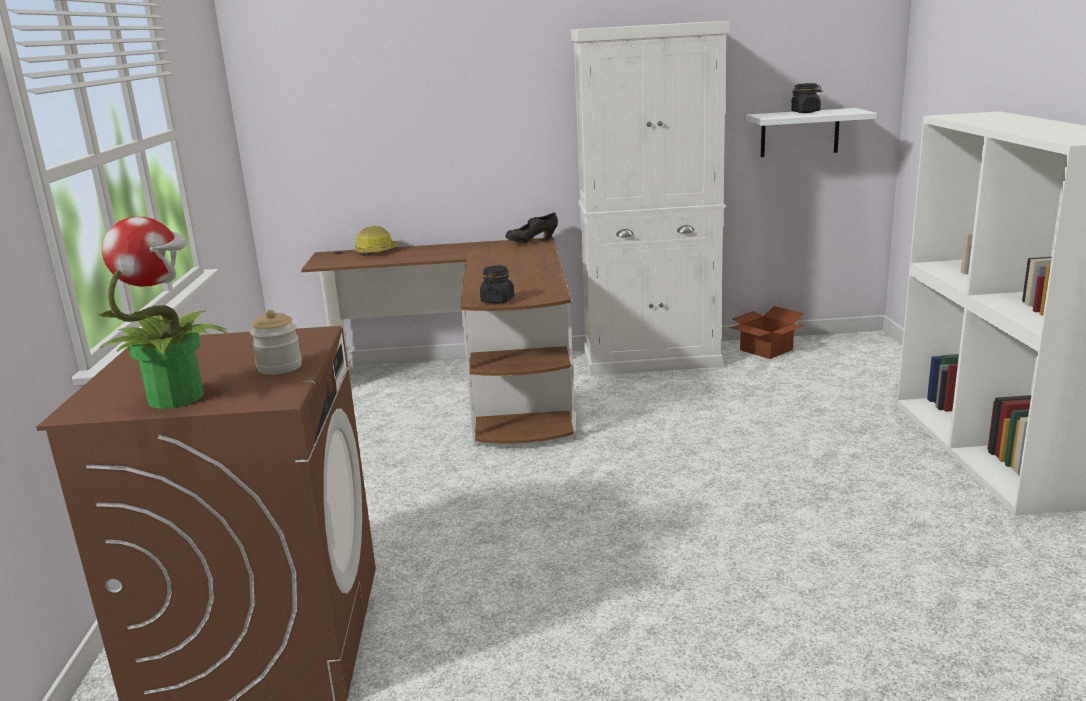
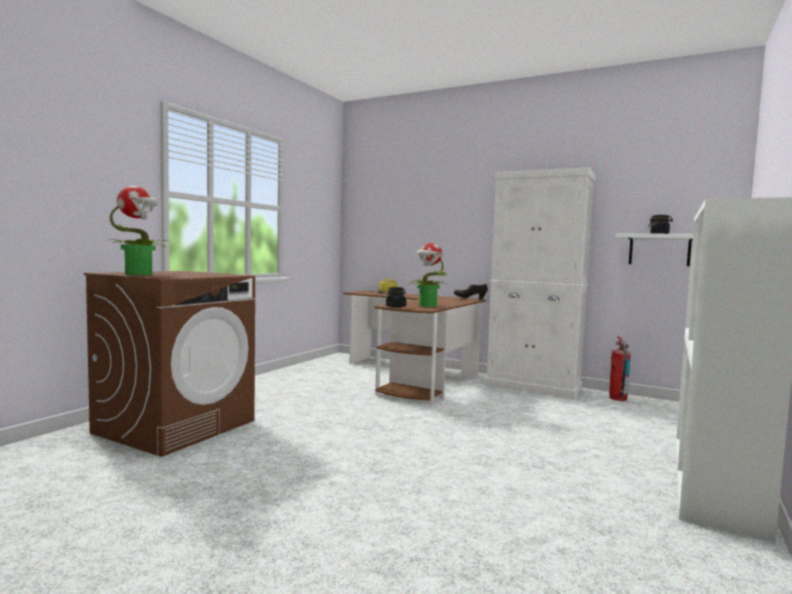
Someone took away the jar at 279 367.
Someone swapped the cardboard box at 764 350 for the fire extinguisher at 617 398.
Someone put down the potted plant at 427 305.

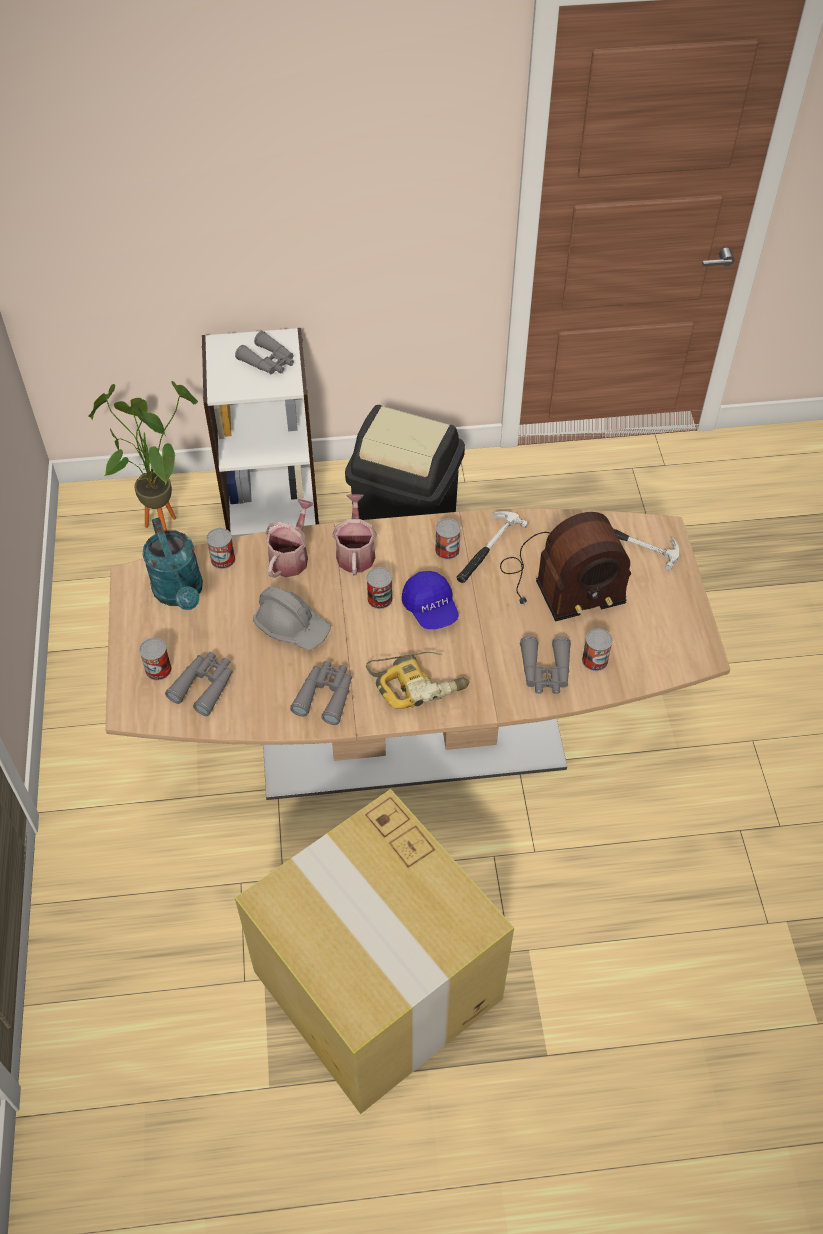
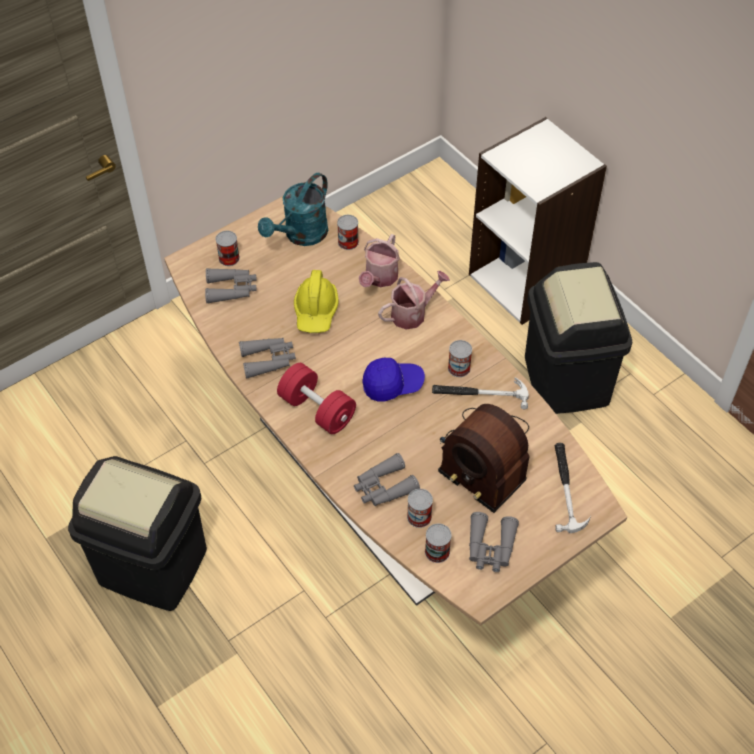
Someone took away the potted plant at 162 521.
Someone carried the binoculars (grey) from 269 362 to 490 548.
Someone swapped the cardboard box at 379 987 for the trash can (black) at 152 567.
Someone repainted the hard hat (grey) at 292 627, which became the hard hat (yellow) at 316 311.
Someone rotated the watering can at 291 557 by 120 degrees clockwise.
Someone carried the can from 380 599 to 437 551.
Someone swapped the power drill at 418 682 for the dumbbell (red) at 317 409.
Someone rotated the cap (blue) at 430 609 by 135 degrees counterclockwise.

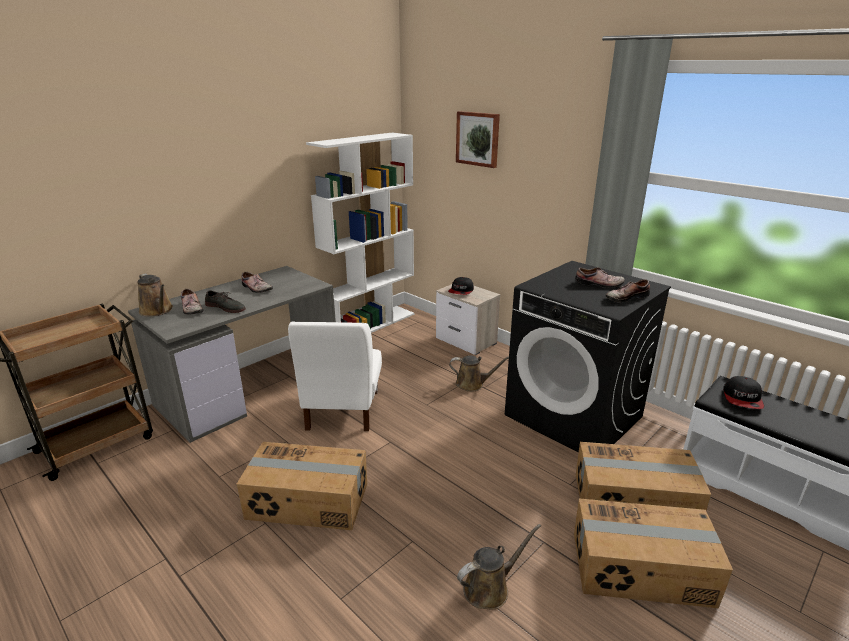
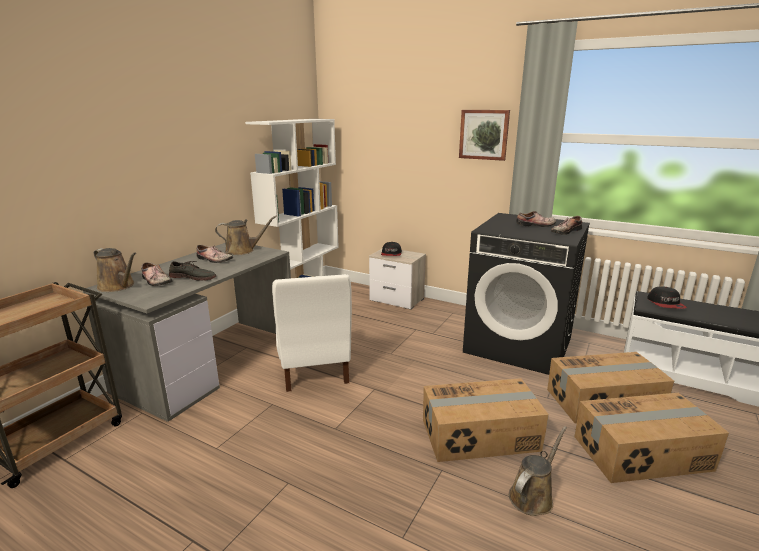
Someone carried the cardboard box from 307 501 to 480 435.
Someone carried the watering can (brown) from 472 384 to 243 251.
Someone carried the picture from 478 139 to 484 134.

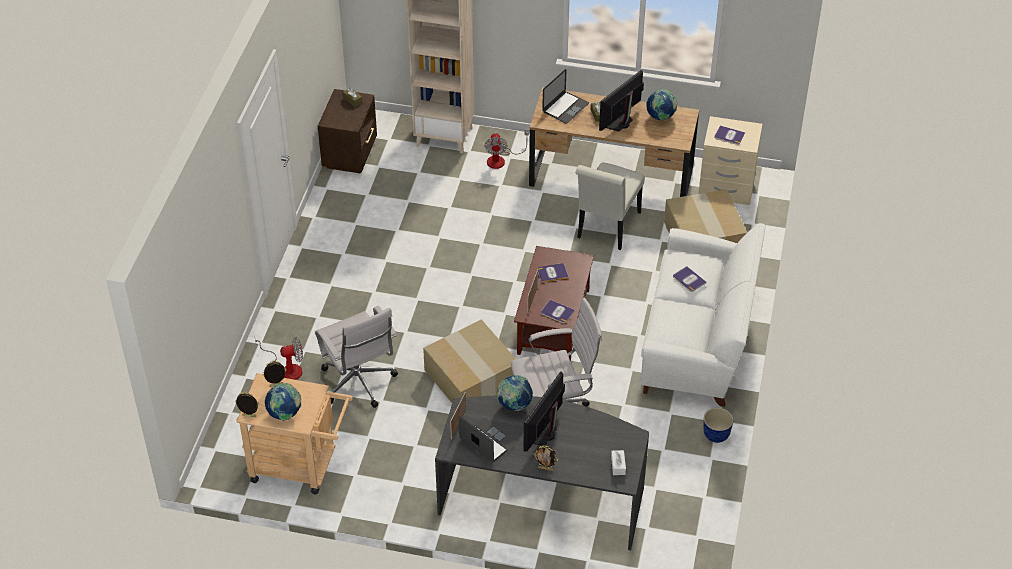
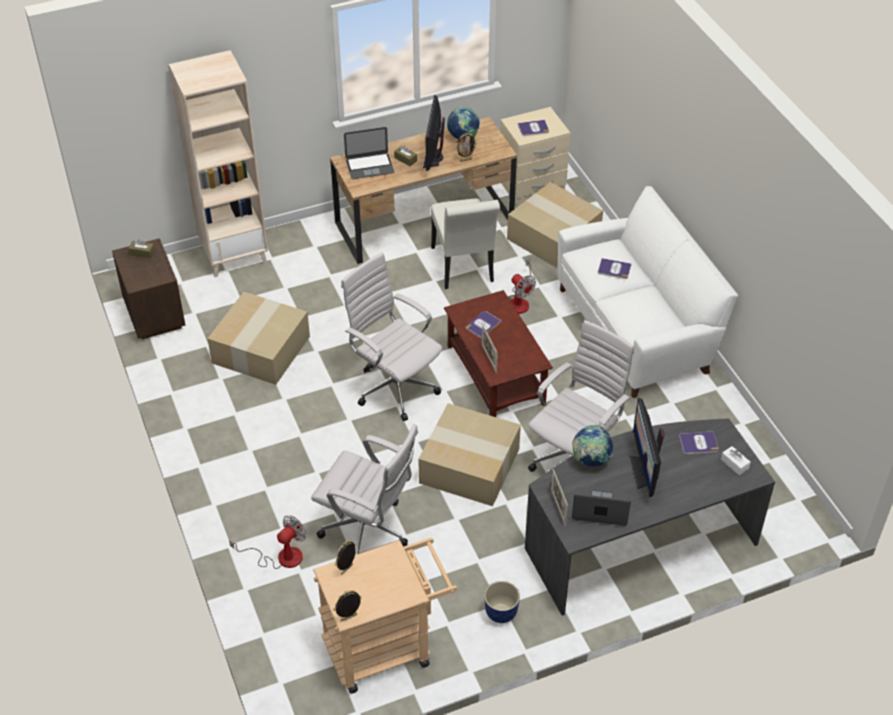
Someone took away the globe at 285 414.
Someone carried the fan from 501 159 to 520 300.
Someone carried the picture frame from 545 469 to 465 160.
Someone carried the book from 557 312 to 698 443.
Someone rotated the laptop at 565 107 by 75 degrees clockwise.
Someone carried the planter from 716 436 to 501 613.
Someone put down the cardboard box at 260 348.
Someone put down the office chair (white) at 394 387.

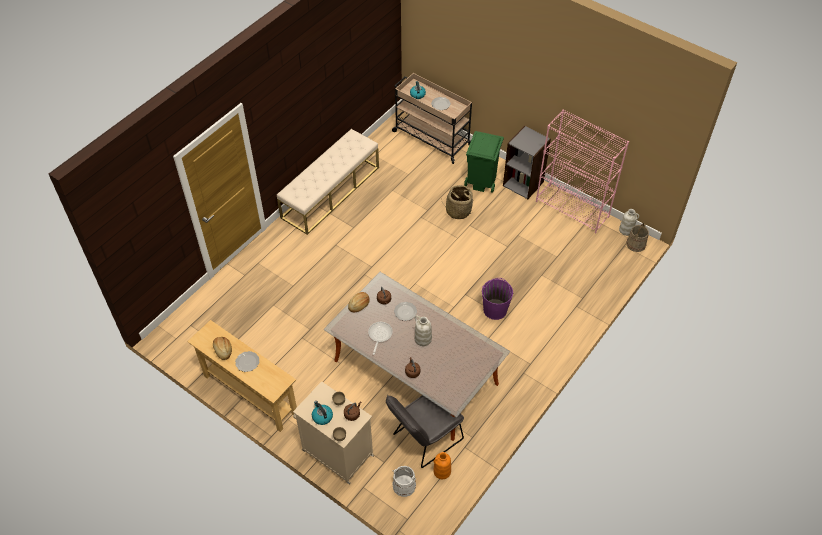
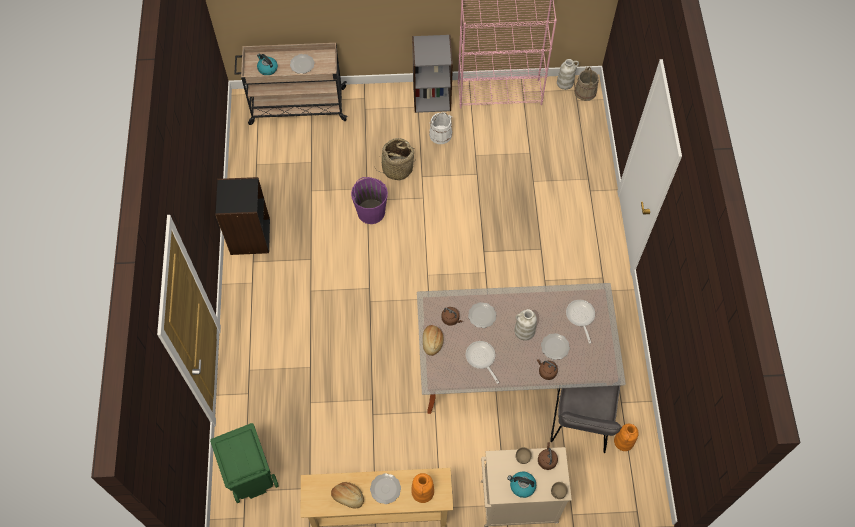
Someone swapped the bench (beige) at 330 192 for the bookcase (black) at 249 236.
Someone carried the bucket (white) from 404 485 to 440 134.
Someone carried the trash can (green) from 481 181 to 252 477.
Someone carried the bucket (purple) from 495 309 to 371 212.
Someone put down the vase (orange) at 423 492.
Someone put down the plate at 555 347.
Someone put down the frying pan at 580 317.

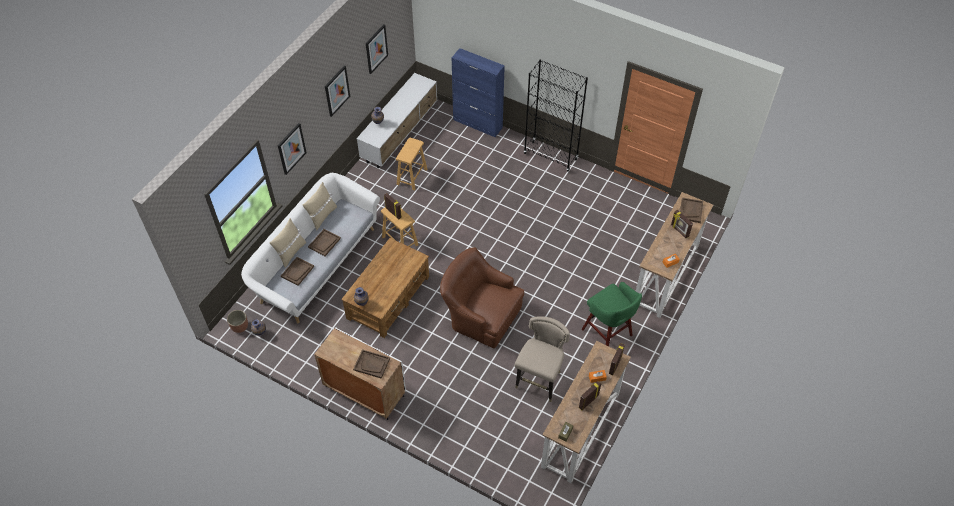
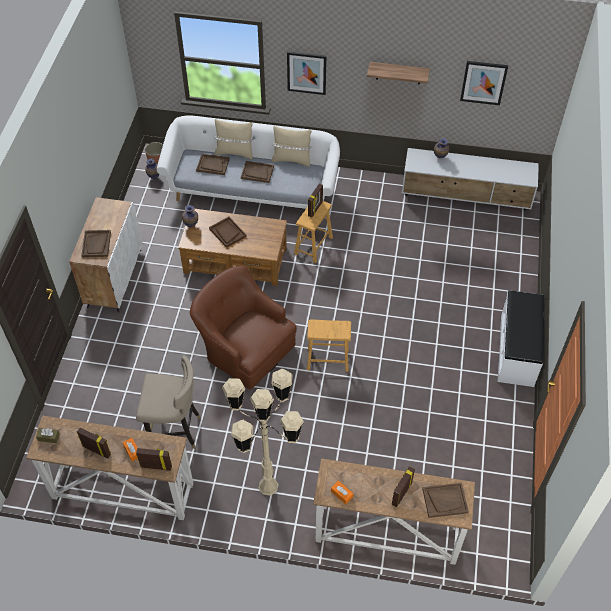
Someone swapped the picture at 337 91 for the shelf at 398 73.
Someone carried the stool (brown) from 412 177 to 328 359.
Someone rotated the armchair (brown) at 480 315 by 60 degrees counterclockwise.
Someone took away the cabinet (blue) at 478 124.
Someone swapped the bookcase (black) at 550 156 for the bench (white) at 517 350.
Someone swapped the stool (green) at 608 333 for the floor lamp (beige) at 267 486.
Someone put down the tray (brown) at 227 232.

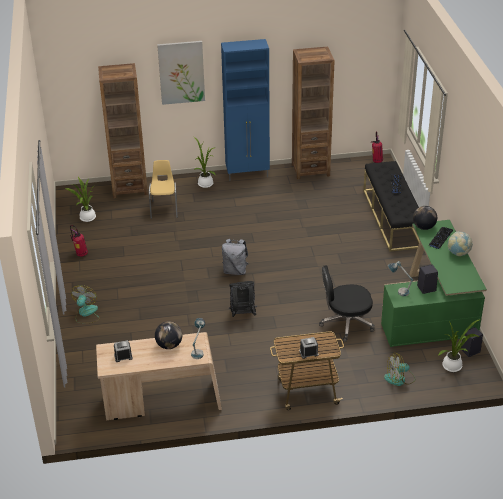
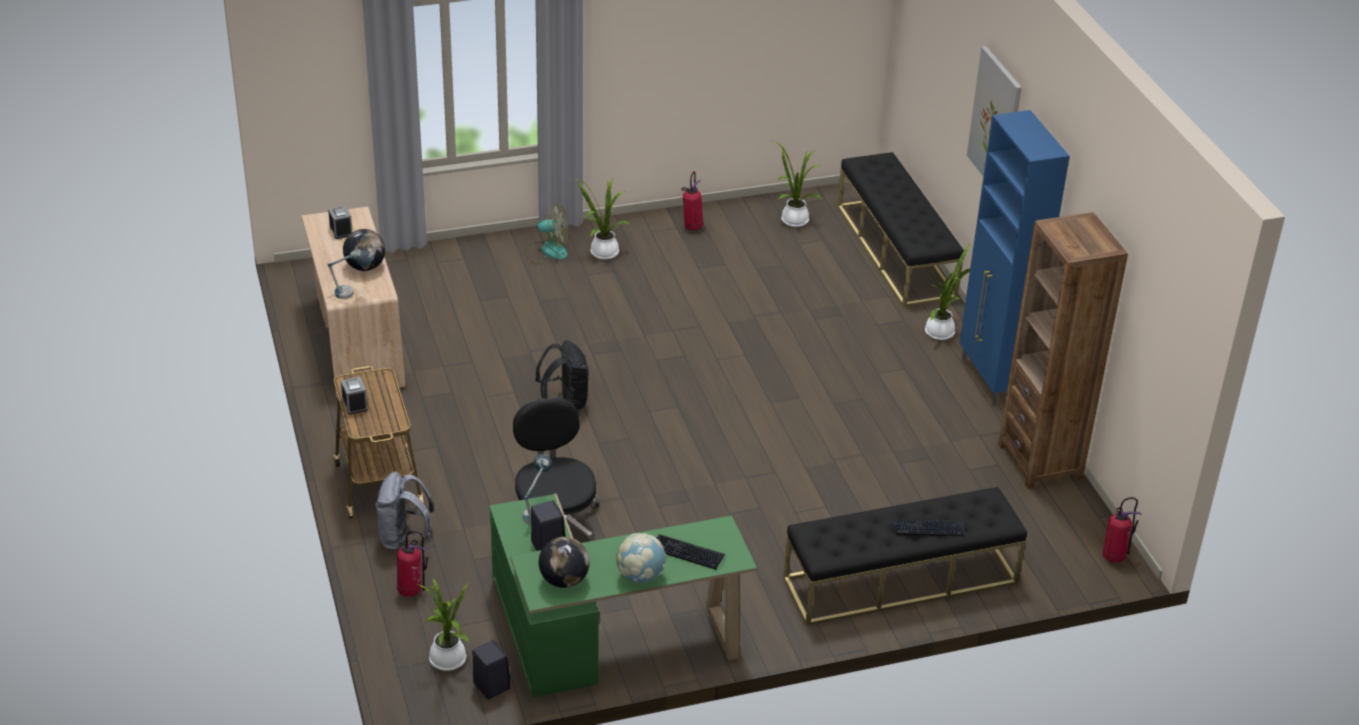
Someone swapped the bookcase (brown) at 129 188 for the bench (black) at 895 251.
Someone took away the chair (yellow) at 164 209.
Someone carried the backpack (grey) from 235 271 to 404 539.
Someone swapped the fan at 399 379 for the fire extinguisher at 411 590.
Someone carried the globe from 424 227 to 564 580.
Someone put down the potted plant at 602 252.

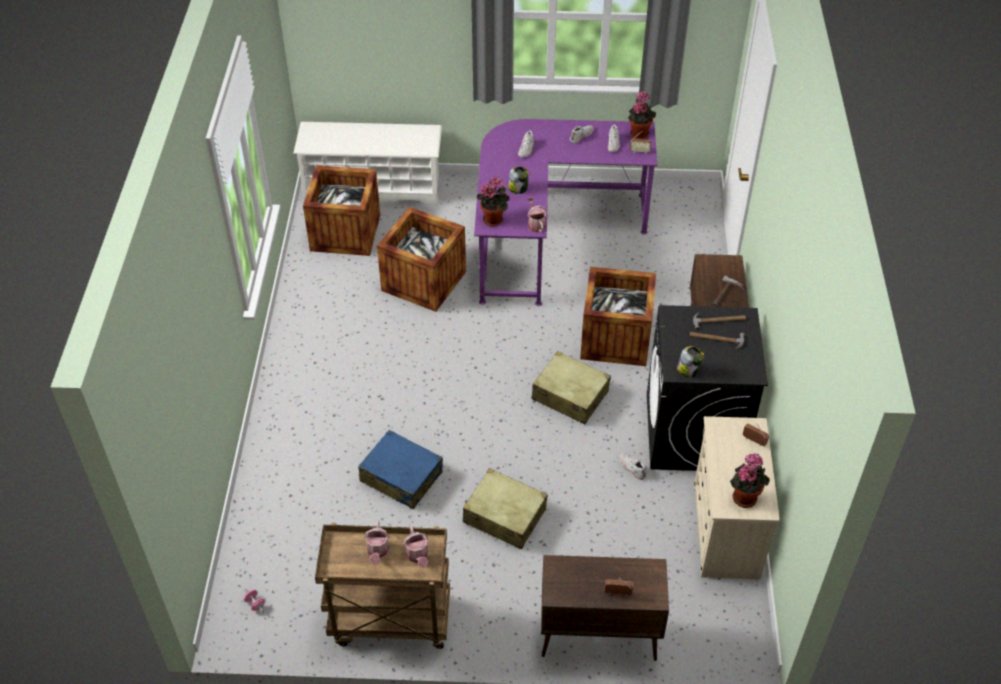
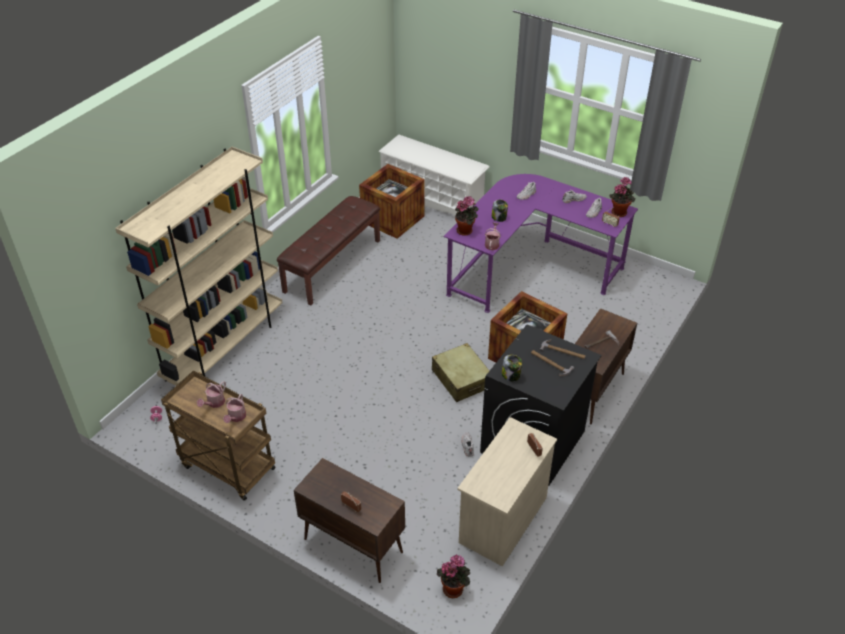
Someone took away the suitcase (blue) at 401 477.
Someone took away the crate at 424 281.
Someone took away the suitcase (beige) at 504 516.
Someone carried the potted plant from 744 496 to 454 588.
Someone put down the bookcase (beige) at 224 348.
Someone put down the bench (brown) at 332 265.

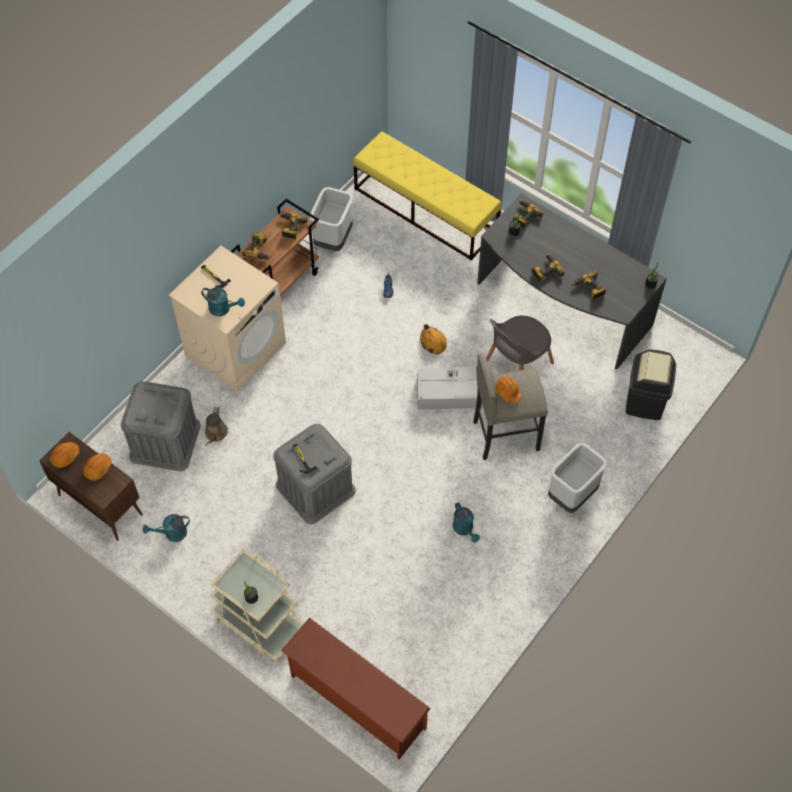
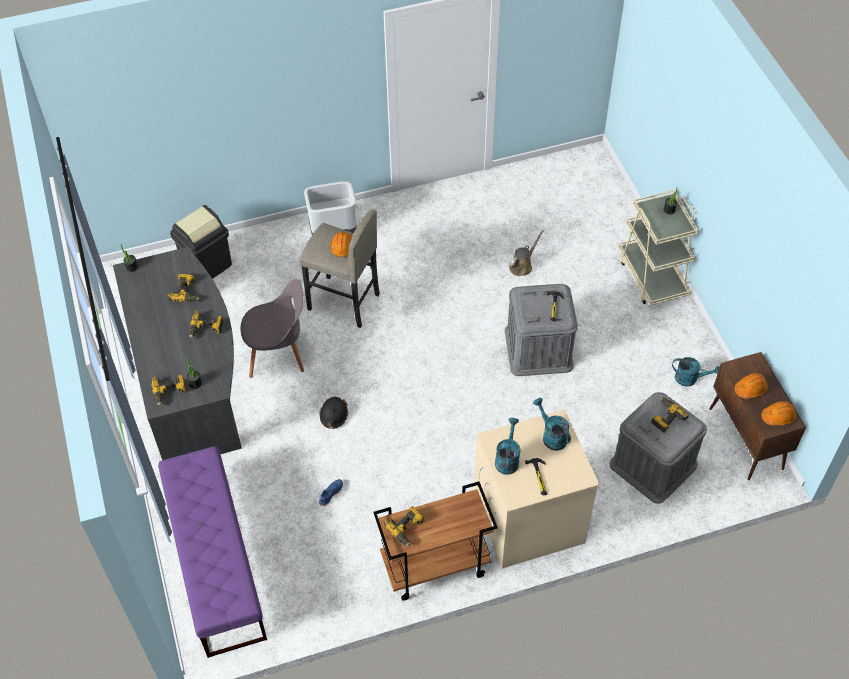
Someone carried the watering can (brown) from 215 434 to 522 266.
Someone carried the power drill from 259 250 to 665 417.
Someone took away the shoe rack (brown) at 356 702.
Someone took away the trash can (grey) at 333 238.
Someone repainted the bench (yellow) at 426 210, which became the bench (purple) at 216 562.
Someone took away the storage box (grey) at 451 393.
Someone repainted the hard hat (orange) at 433 342, which became the hard hat (black) at 334 415.
Someone carried the watering can (turquoise) from 464 529 to 507 458.

